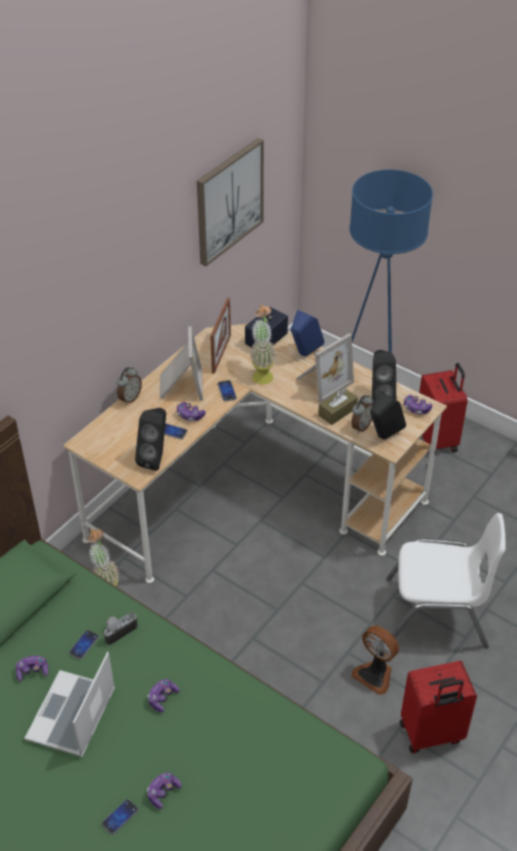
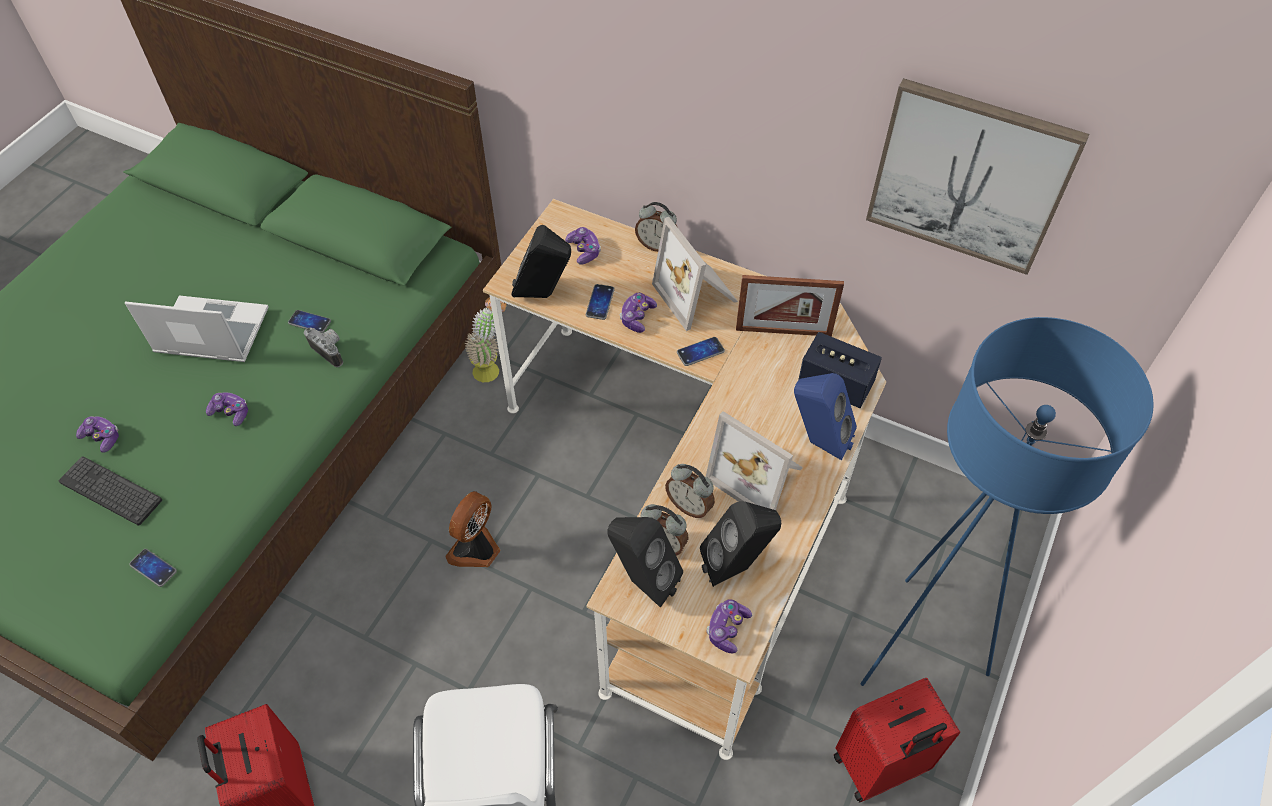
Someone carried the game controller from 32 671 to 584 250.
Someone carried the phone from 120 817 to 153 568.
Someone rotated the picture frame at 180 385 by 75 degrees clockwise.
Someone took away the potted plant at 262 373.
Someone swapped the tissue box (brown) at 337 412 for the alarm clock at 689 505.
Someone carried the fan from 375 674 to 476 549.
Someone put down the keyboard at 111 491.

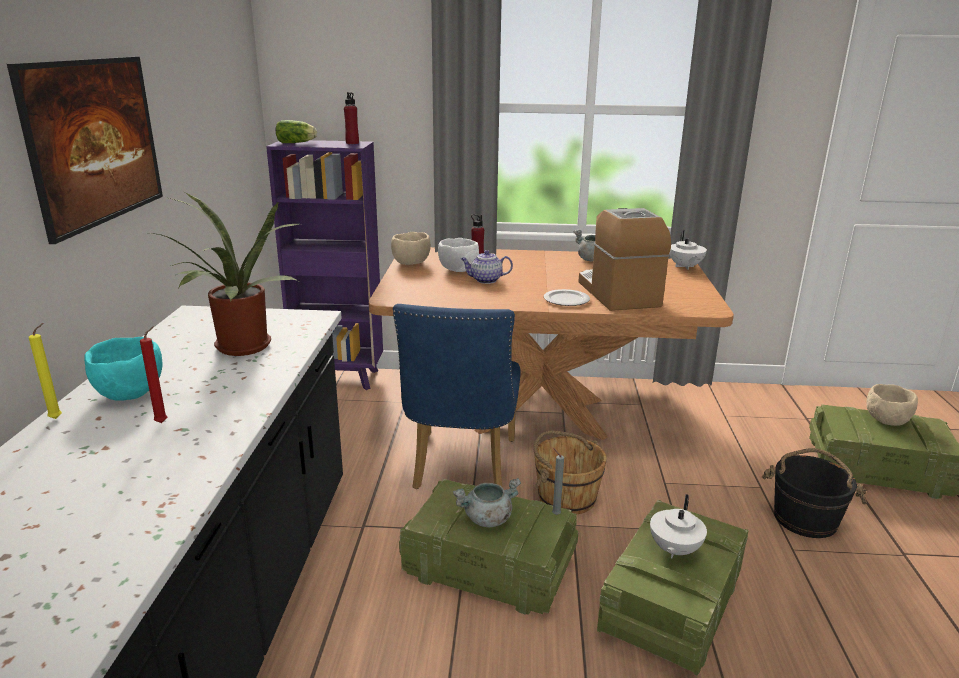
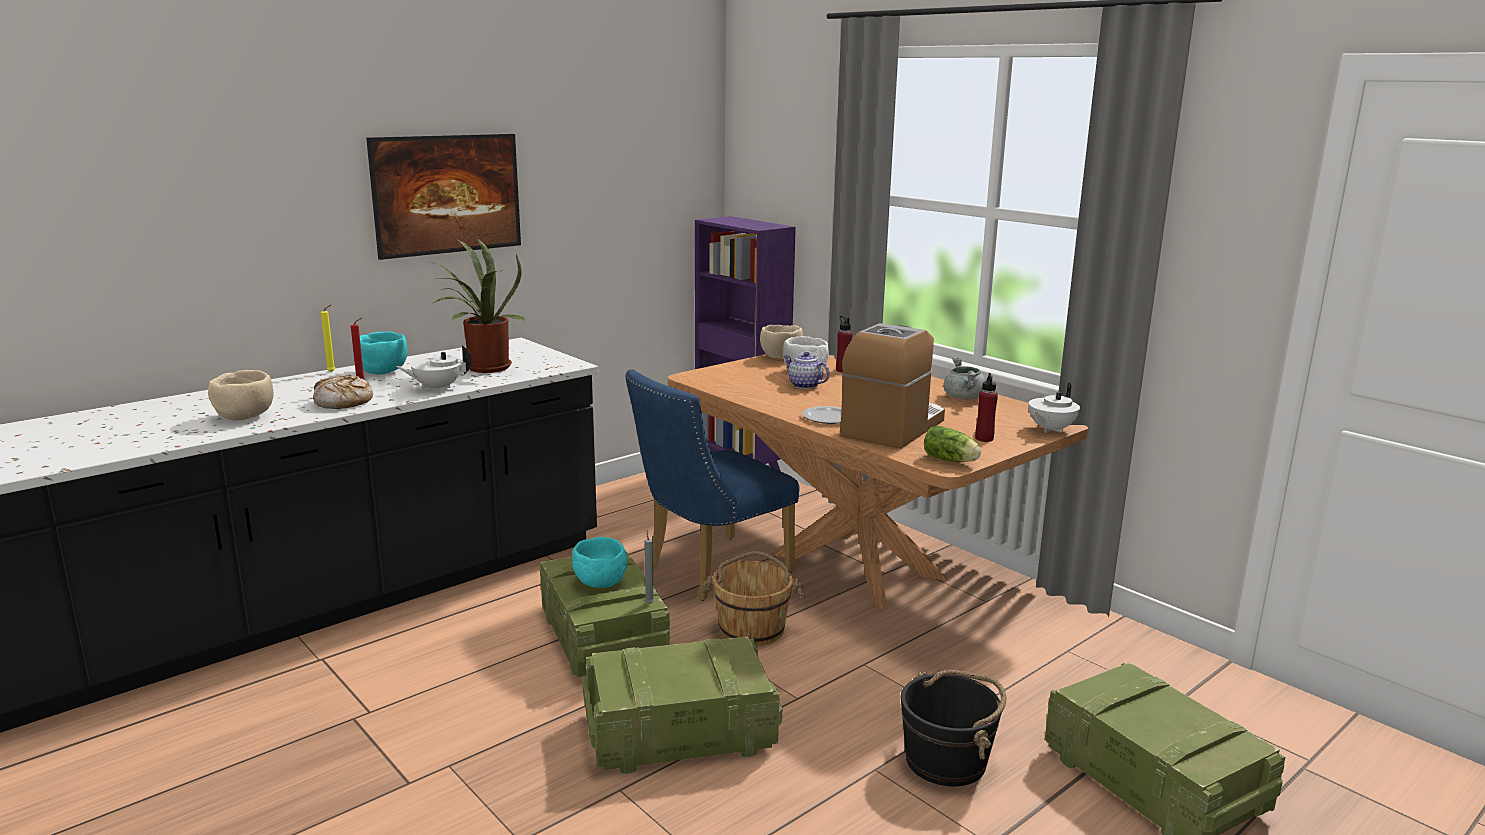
Someone carried the lettuce from 297 143 to 952 460.
Someone carried the bottle (red) from 352 143 to 984 438.
Someone swapped the cooking pot (grey) at 487 519 for the bowl (turquoise) at 598 583.
Someone carried the teapot (white) from 674 550 to 437 388.
Someone carried the bowl (beige) from 886 420 to 246 417.
Someone put down the bread at 343 402.

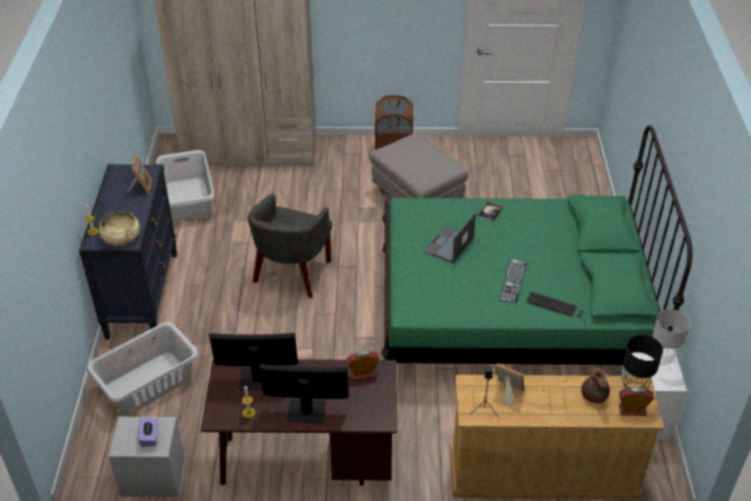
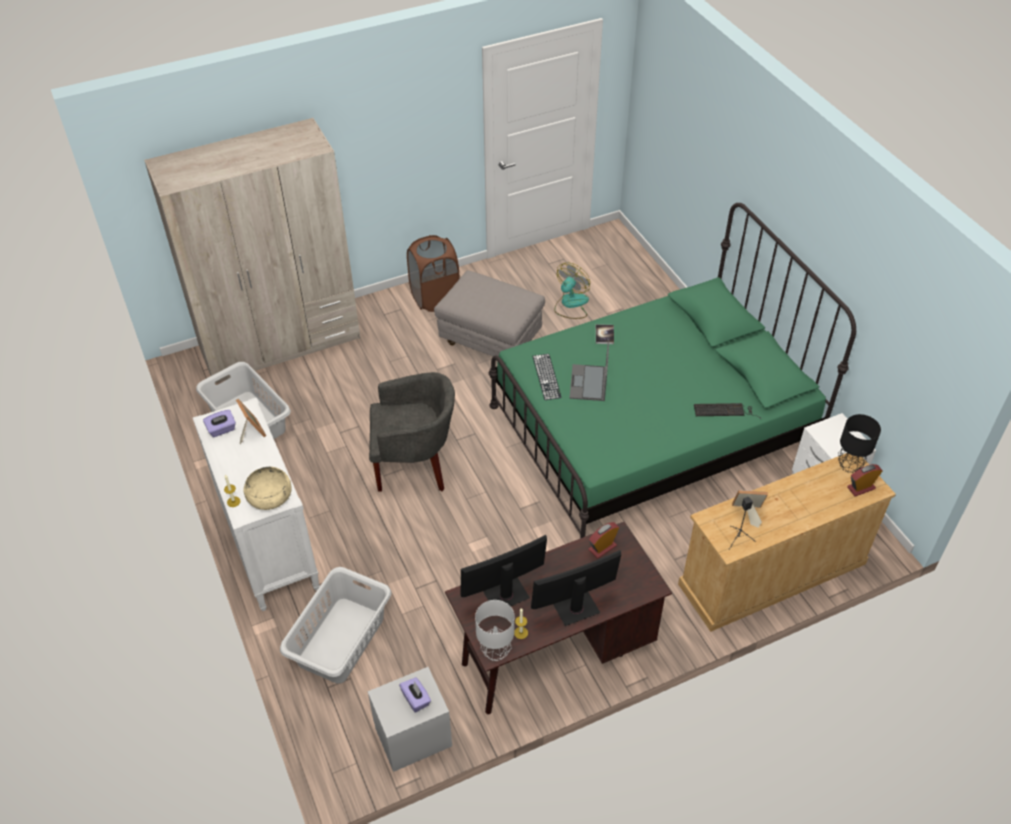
Someone repainted the dresser (black) at 142 294, which became the dresser (white) at 269 546.
Someone rotated the armchair (grey) at 292 274 by 90 degrees counterclockwise.
Someone carried the keyboard from 513 280 to 546 376.
Someone took away the teapot (brown) at 594 396.
Someone carried the table lamp (grey) from 663 359 to 496 652.
Someone put down the tissue box (purple) at 222 429.
Someone put down the fan at 570 304.

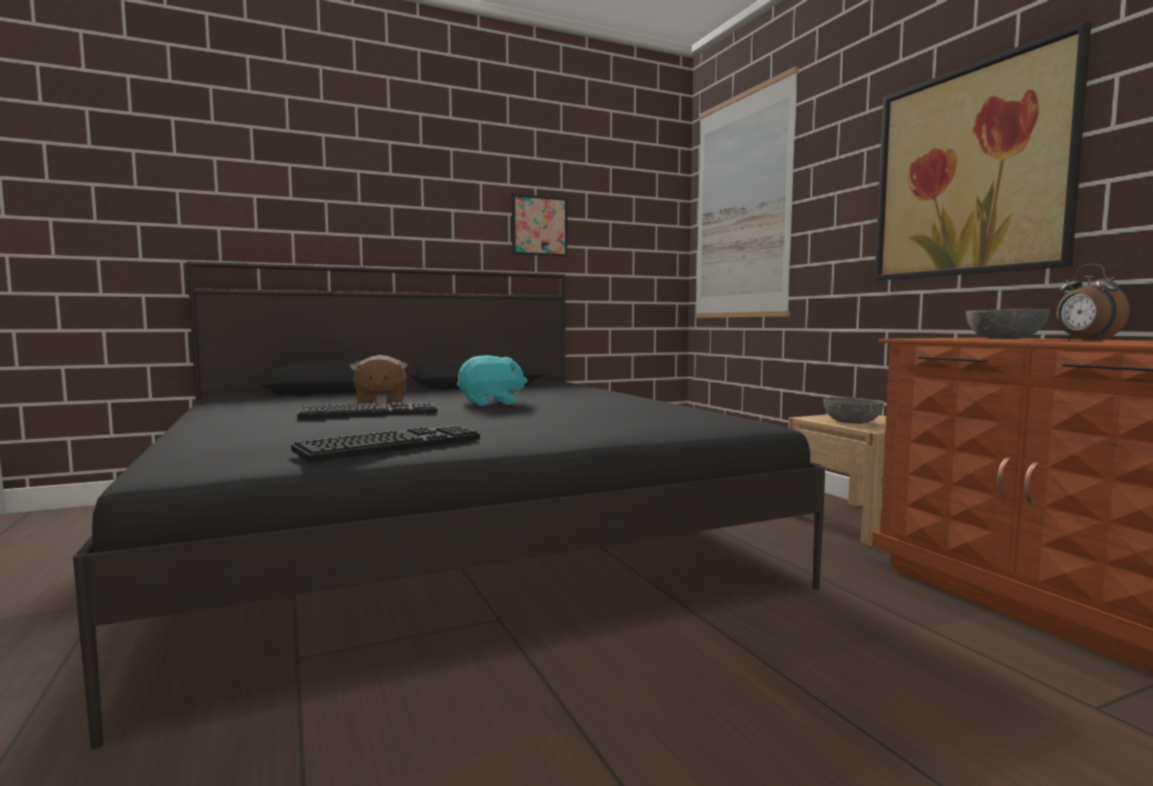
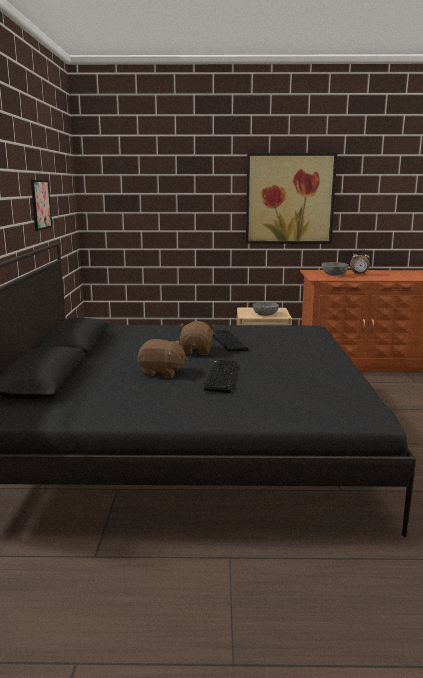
Someone carried the keyboard from 391 445 to 226 341.
Someone repainted the plush toy (turquoise) at 491 403, which became the plush toy (brown) at 197 351.
Someone took away the picture at 742 207.

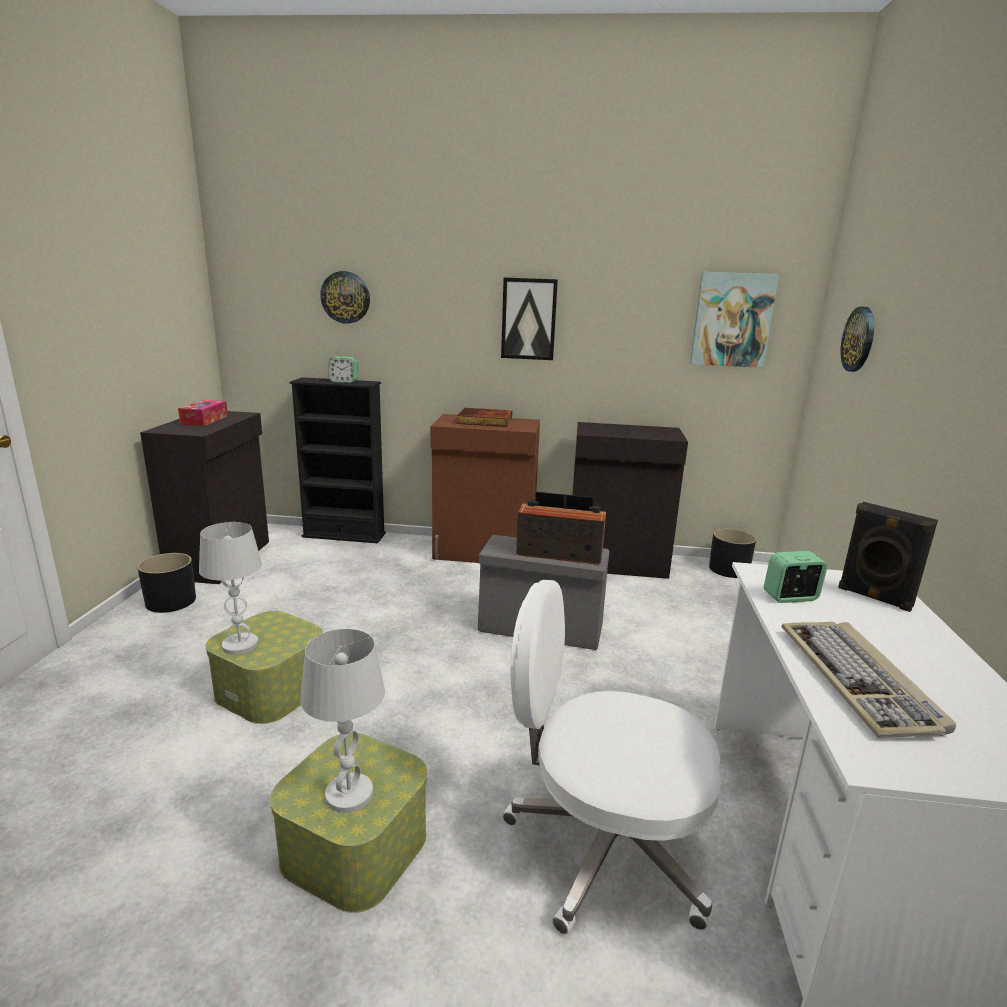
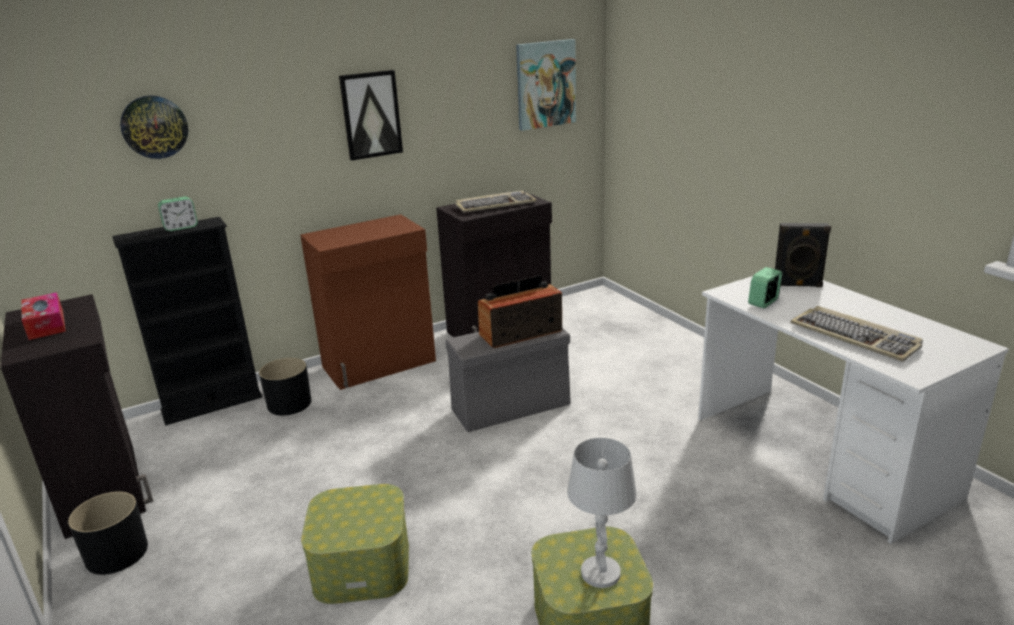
Someone took away the table lamp (white) at 240 645.
Someone took away the book at 484 421.
Someone took away the office chair (white) at 604 845.
Someone carried the planter (black) from 729 569 to 290 404.
Someone took away the wall clock at 859 339.
Someone put down the keyboard at 495 205.

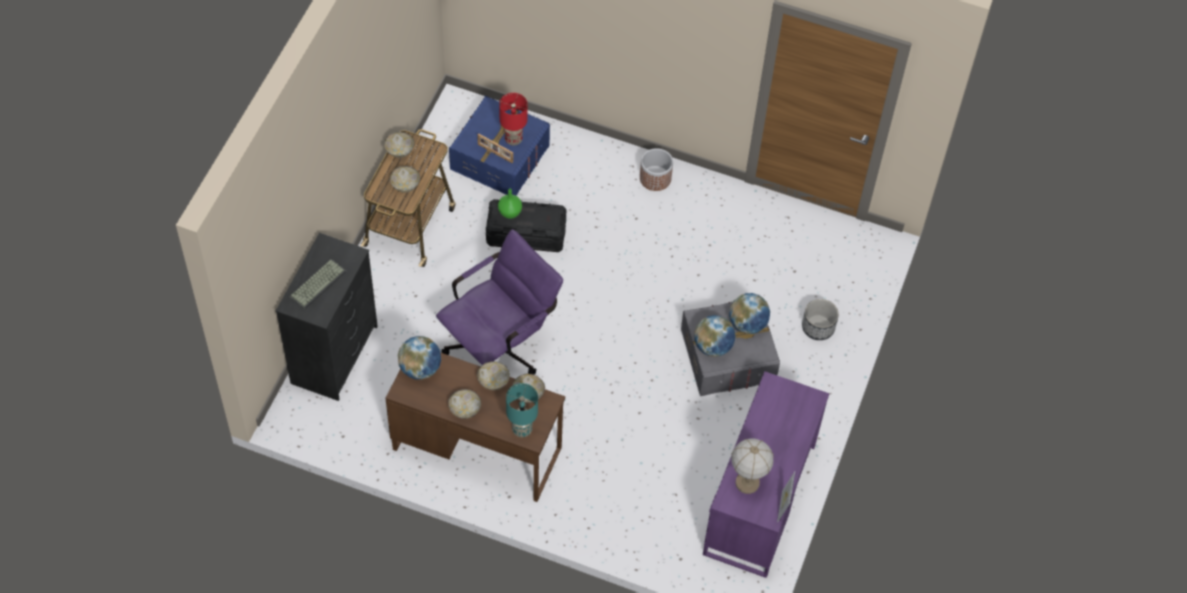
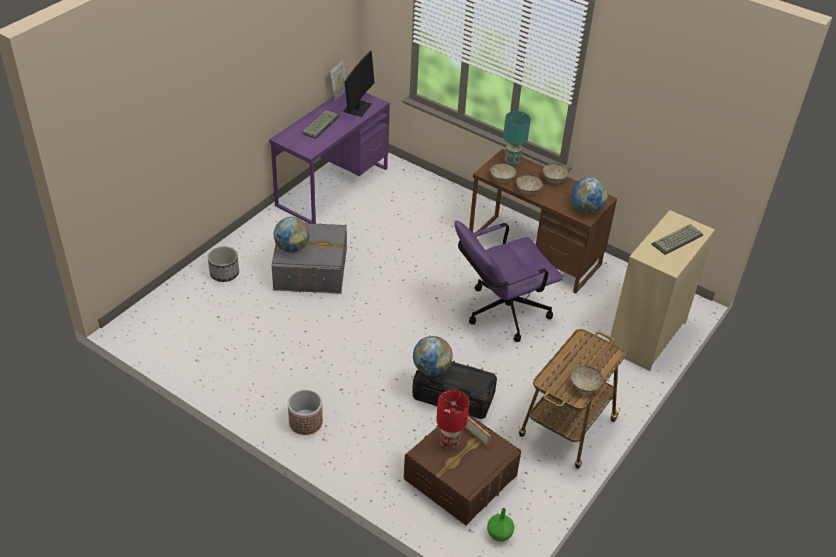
Someone repainted the dresser (black) at 335 355, which became the dresser (beige) at 646 336.
Someone took away the bowl at 405 185.
Someone repainted the storage box (blue) at 500 158, which became the storage box (brown) at 460 478.
Someone carried the vase (green) from 509 212 to 500 535.
Someone carried the globe from 713 346 to 431 369.
Someone swapped the table lamp at 747 483 for the monitor at 357 108.
Someone put down the keyboard at 320 124.

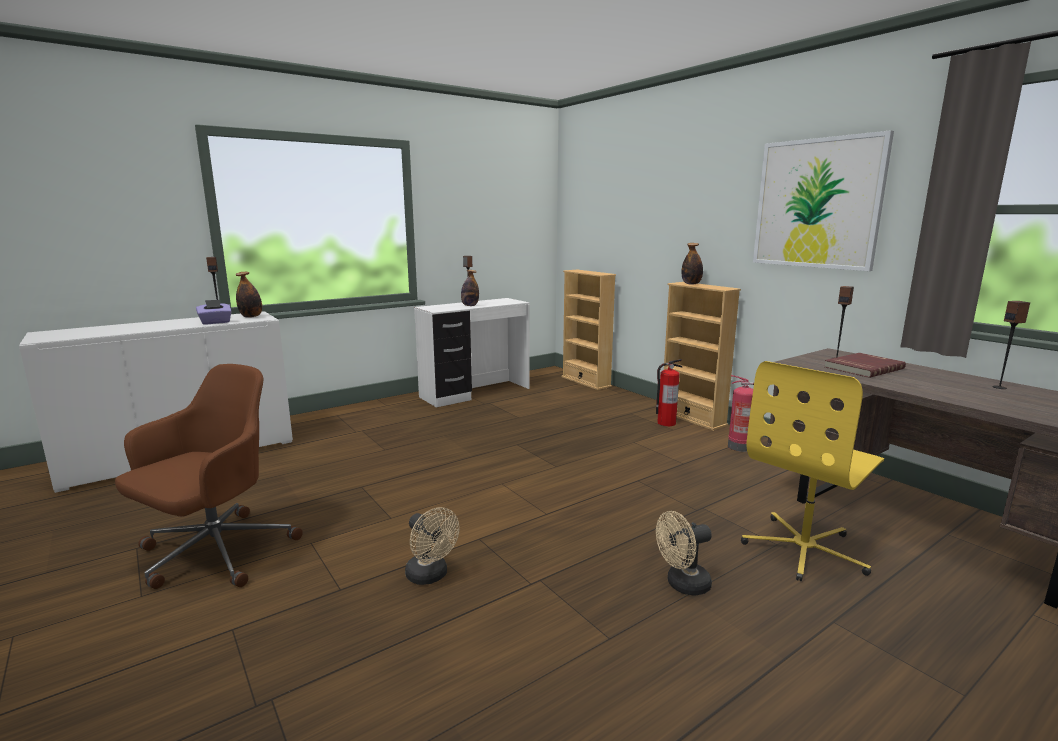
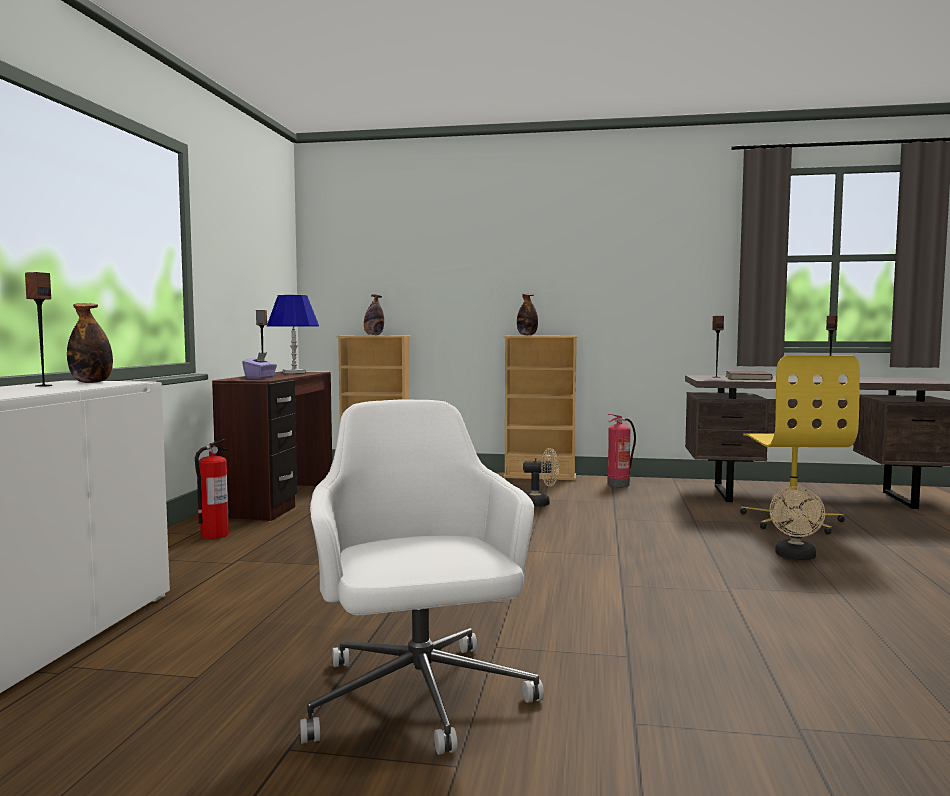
Someone repainted the office chair (brown) at 215 553, which became the office chair (white) at 419 700.
Someone carried the tissue box (purple) from 215 322 to 260 378.
Someone carried the fan (beige) from 430 576 to 540 504.
Someone repainted the desk (white) at 476 393, which became the desk (brown) at 281 501.
Someone carried the bottle from 470 305 to 373 335.
Someone carried the fire extinguisher from 666 423 to 214 535.
Someone took away the picture at 817 203.
Someone put down the table lamp (blue) at 294 372.

